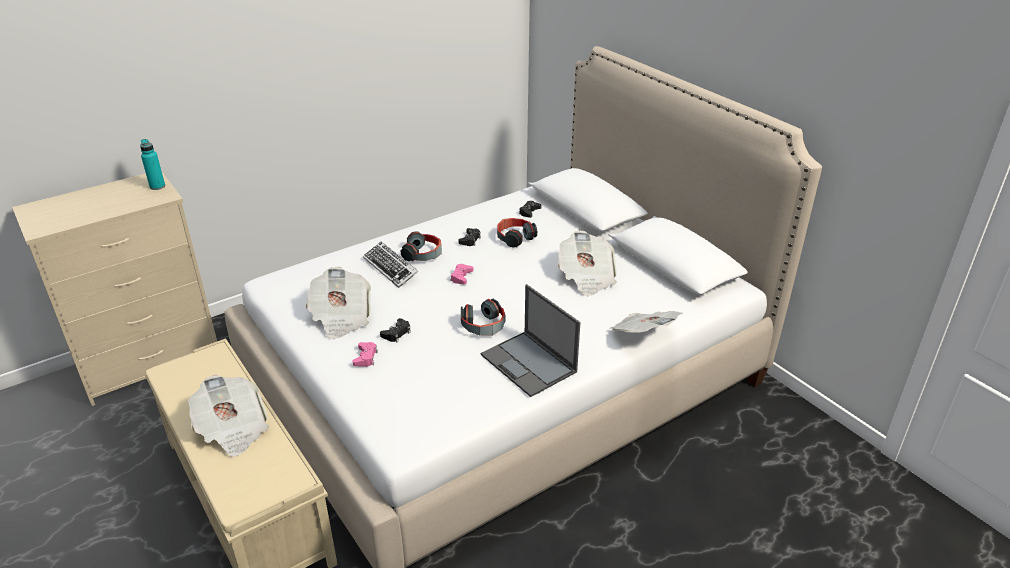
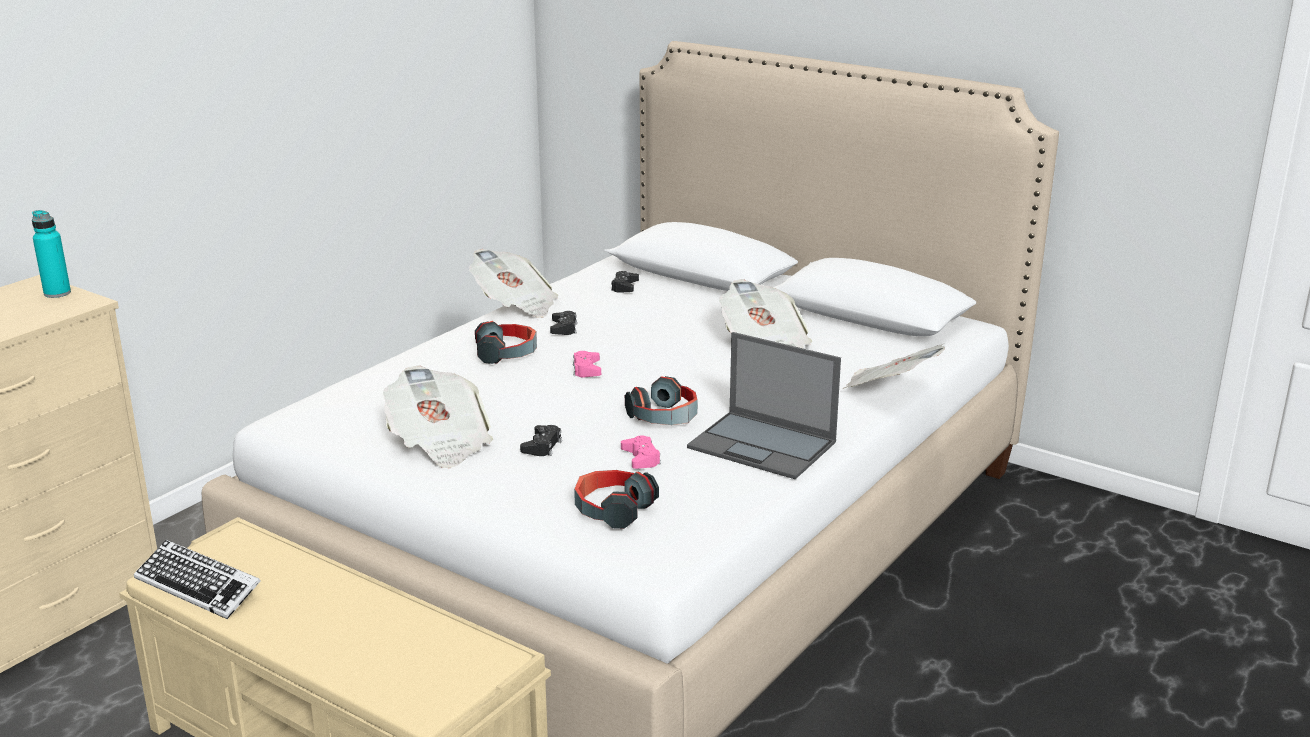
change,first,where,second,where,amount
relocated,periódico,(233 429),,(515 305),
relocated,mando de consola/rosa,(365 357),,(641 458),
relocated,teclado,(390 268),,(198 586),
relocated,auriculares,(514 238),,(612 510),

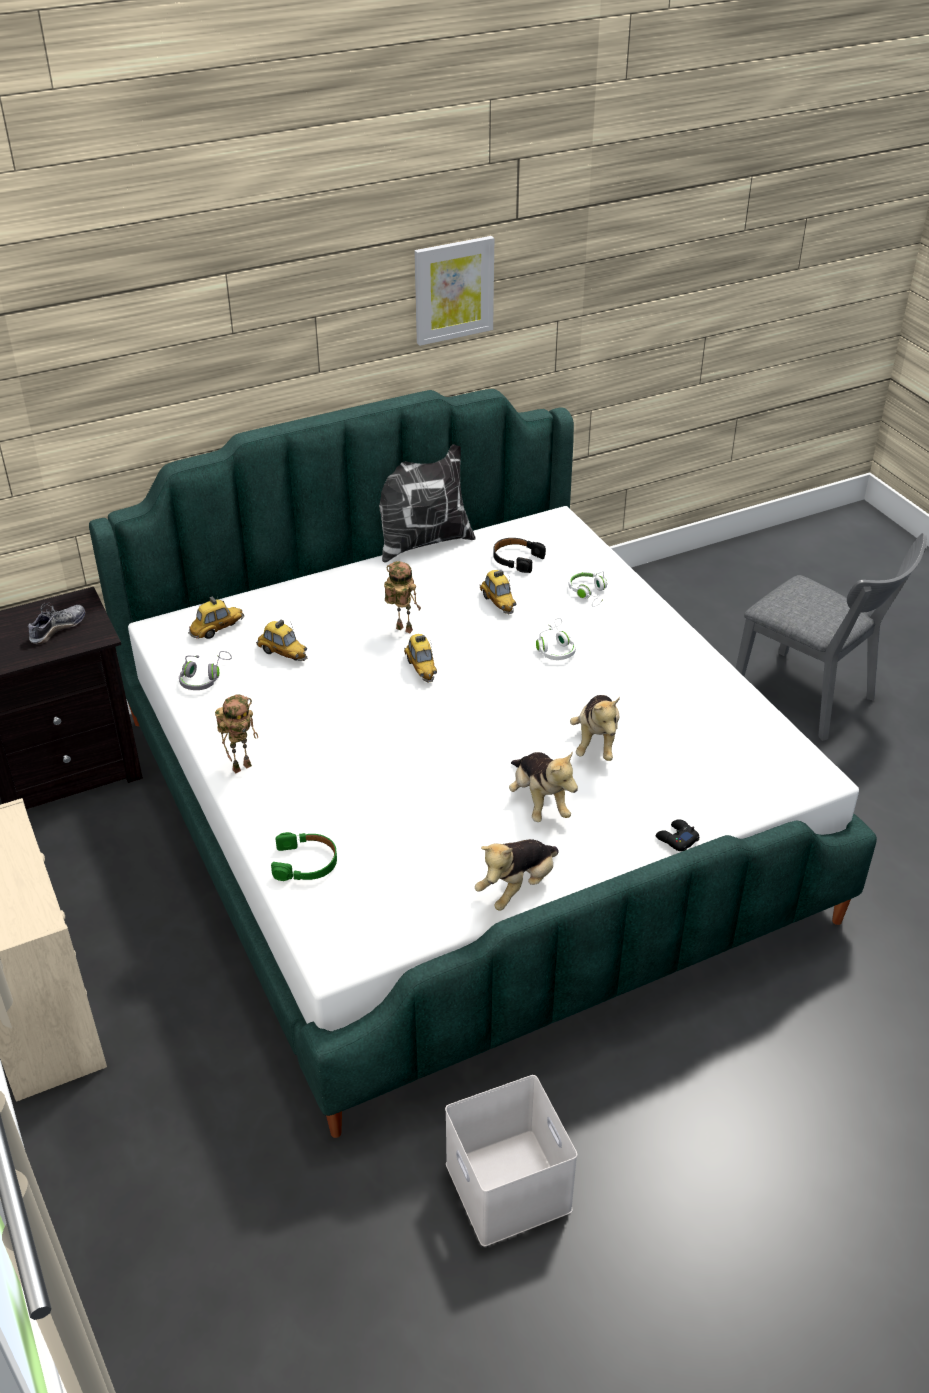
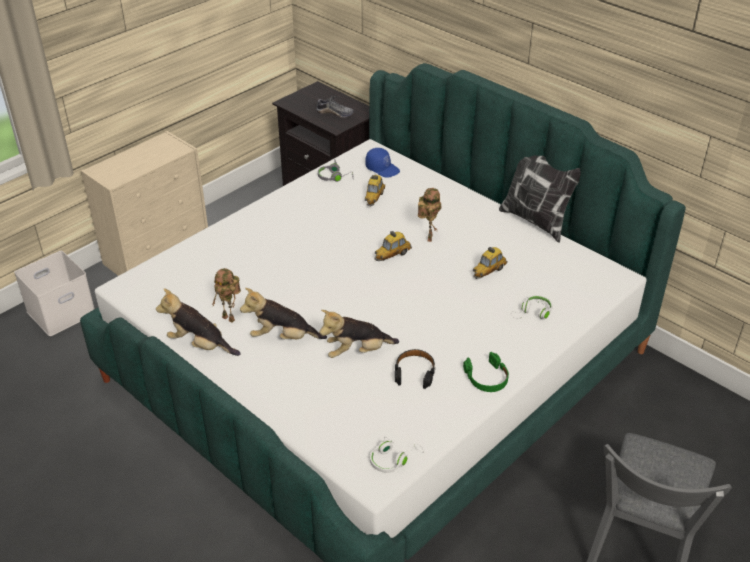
change,first,where,second,where,amount
missing,cuadro,(453 290),,,
missing,mando de consola/negro,(676 839),,,
relocated,robot de juguete,(242 766),,(230 318),
relocated,auriculares/verde,(305 863),,(487 378),
relocated,caja de almacenaje/blanco,(511 1187),,(60 313),
relocated,auriculares/negro,(516 559),,(414 372),
relocated,auriculares/blanco,(555 647),,(393 459),
exchanged,coche de juguete,(217 629),gorra/azul,(382 168),
spun,peluche,(539 801),,(283 337),45 degrees clockwise

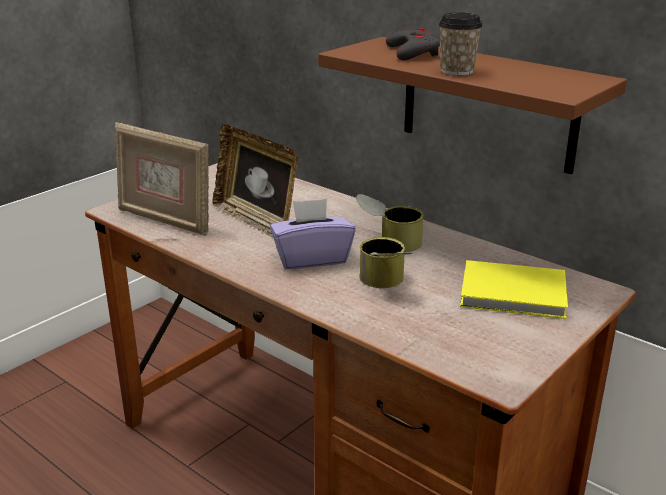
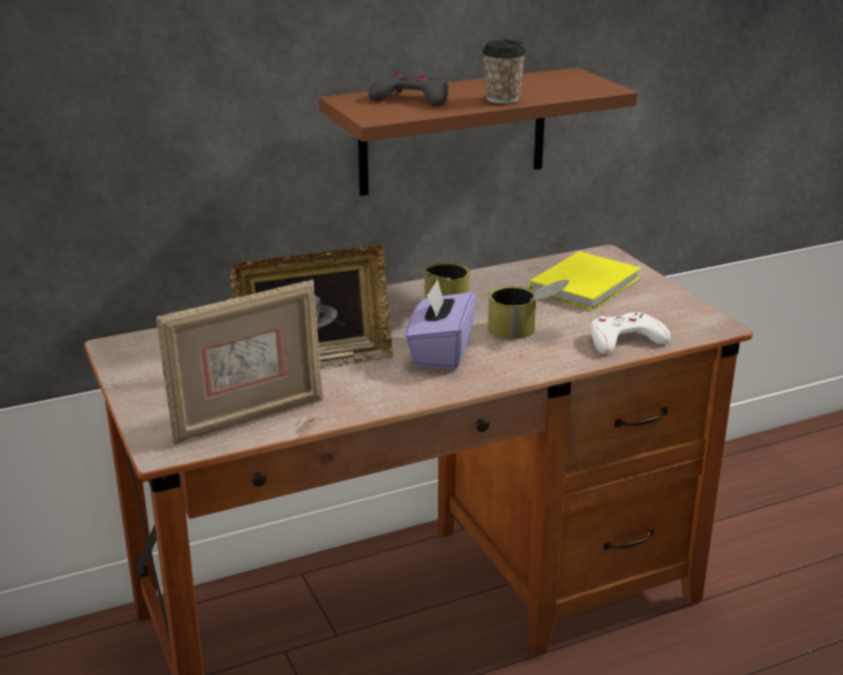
change,first,where,second,where,amount
appeared,,,mando de consola/blanco,(624 340),

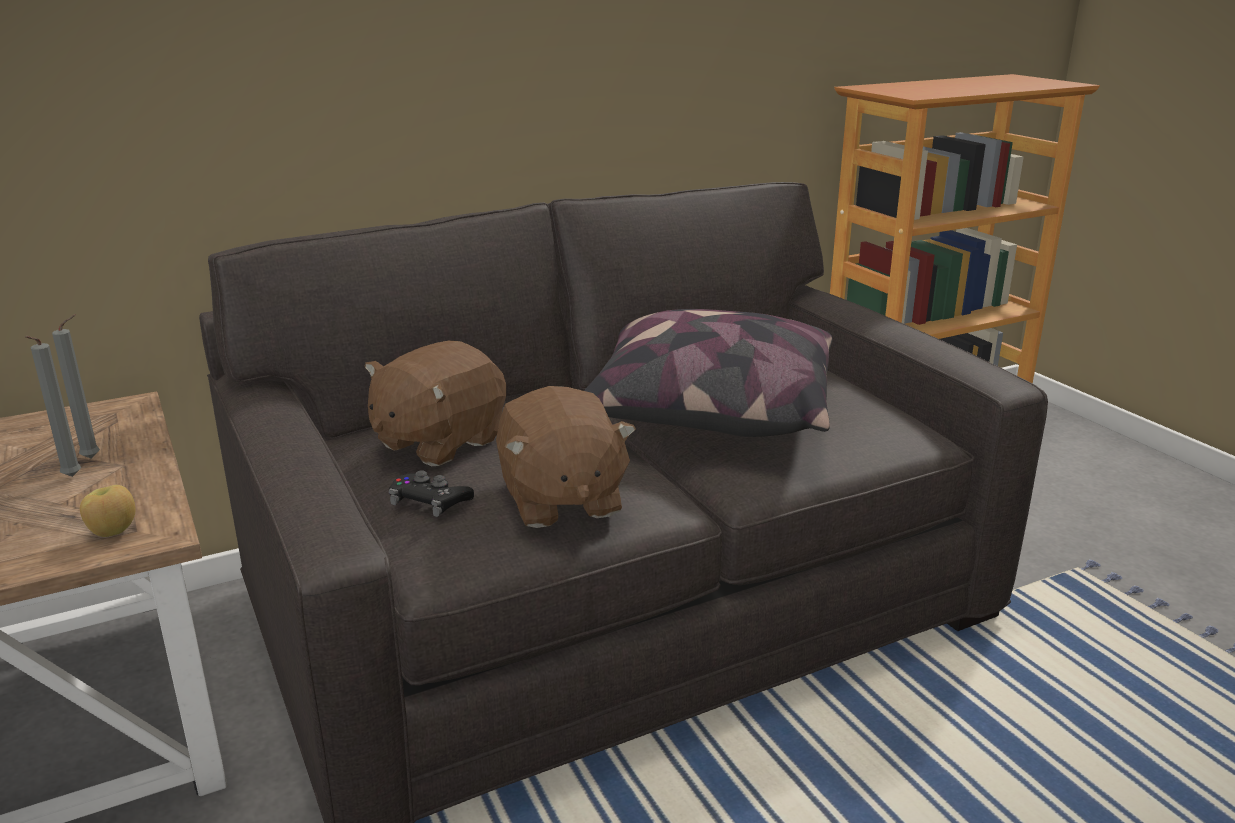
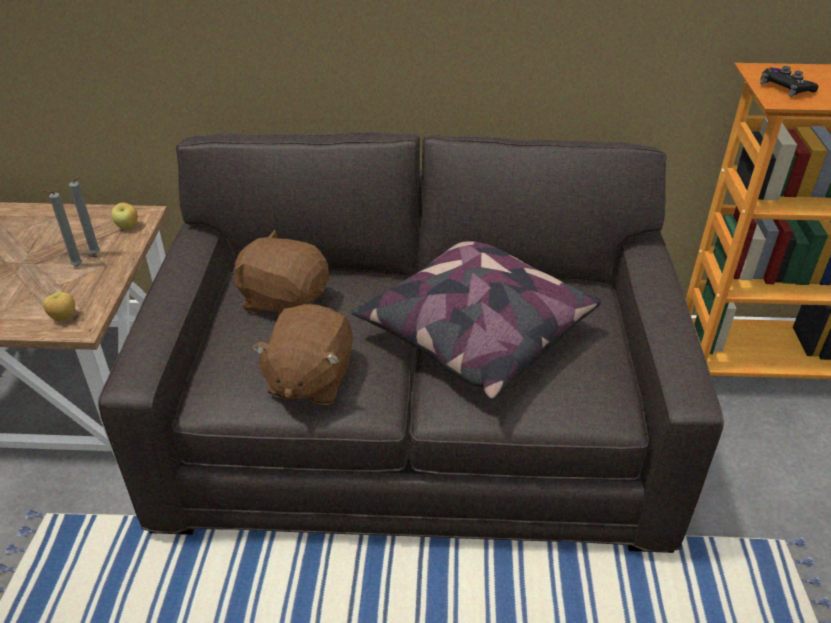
change,first,where,second,where,amount
appeared,,,manzana,(128 226),
relocated,mando de consola/negro,(430 501),,(785 88),
spun,peluche/marrón,(438 442),,(284 301),45 degrees clockwise

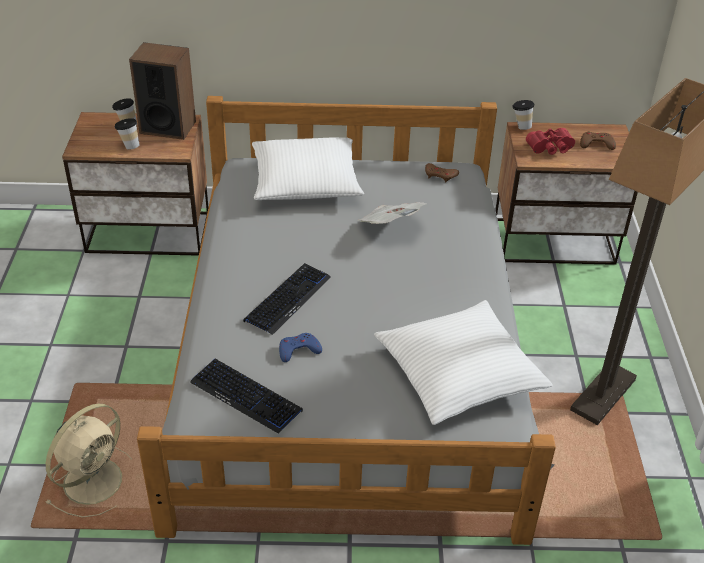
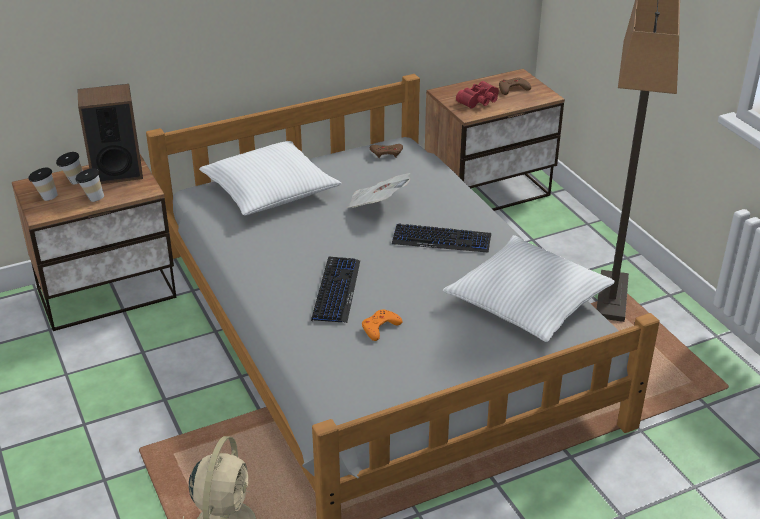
change,first,where,second,where,amount
relocated,teclado,(246 396),,(441 240),
relocated,taza,(520 126),,(45 197),
colour,mando de consola/azul,(298 350),mando de consola/naranja,(380 327),

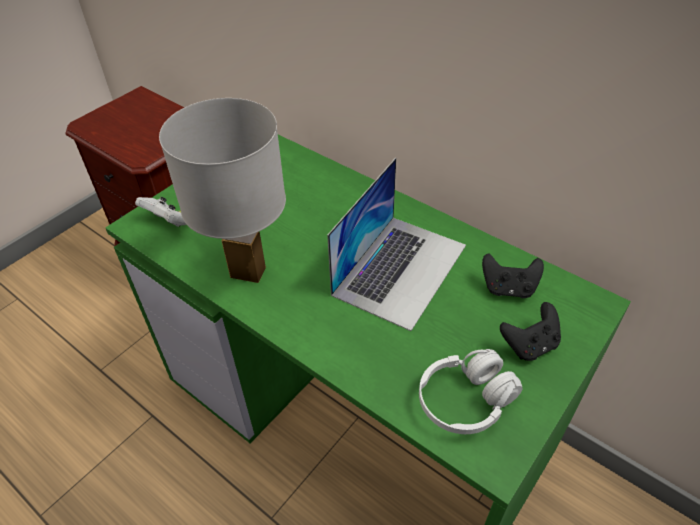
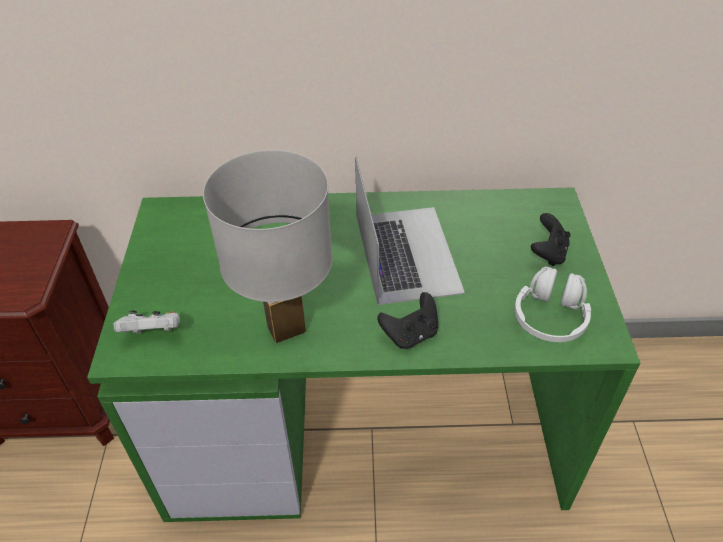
change,first,where,second,where,amount
relocated,mando de consola/negro,(508 288),,(410 334),

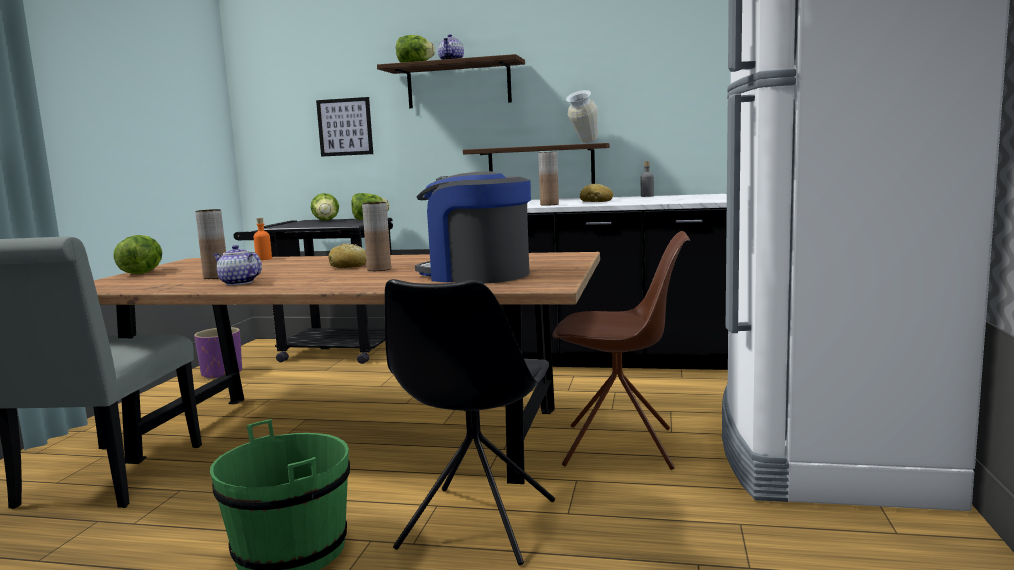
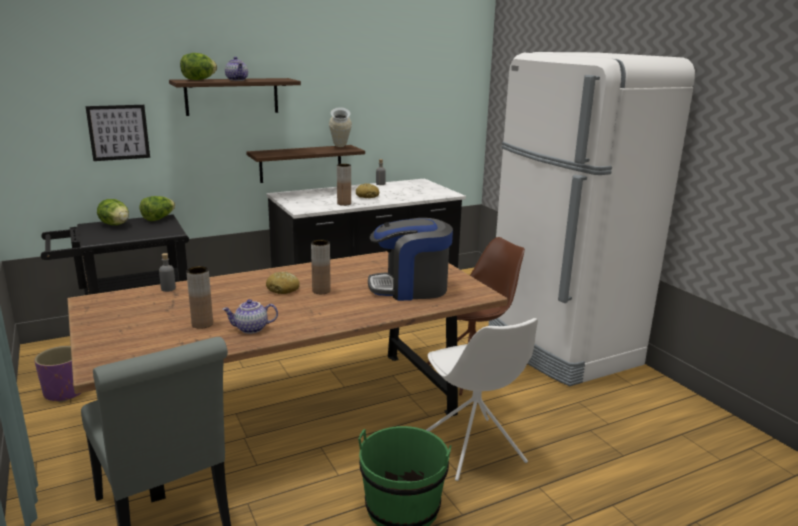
change,first,where,second,where,amount
missing,lechuga,(142 273),,,
colour,botella/naranja,(264 259),botella/gris,(168 289),
colour,silla/negro,(476 526),silla/blanco,(473 449),

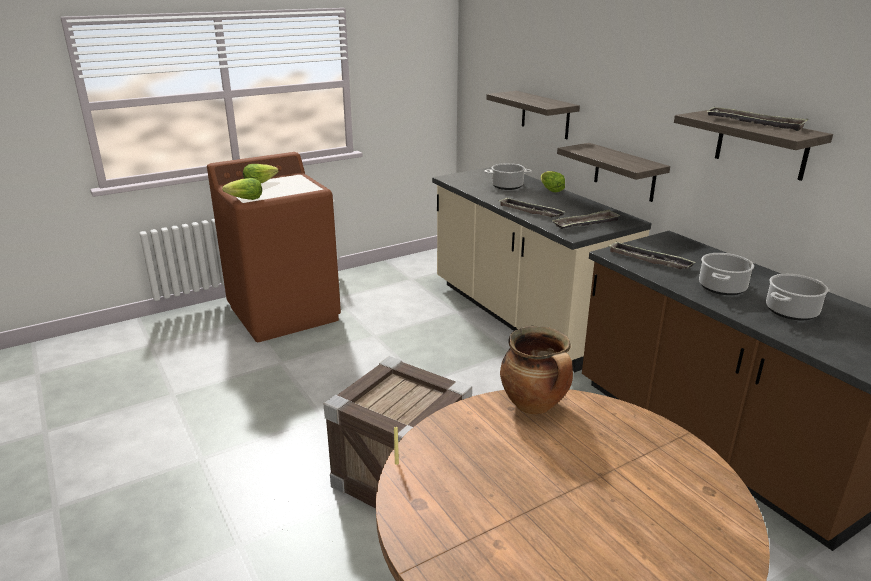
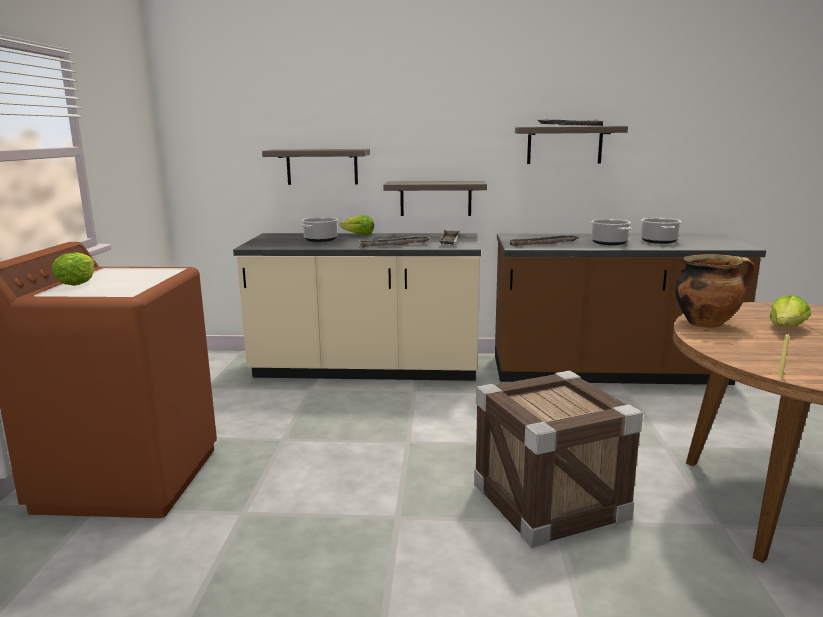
change,first,where,second,where,amount
relocated,lechuga,(245 199),,(786 328),

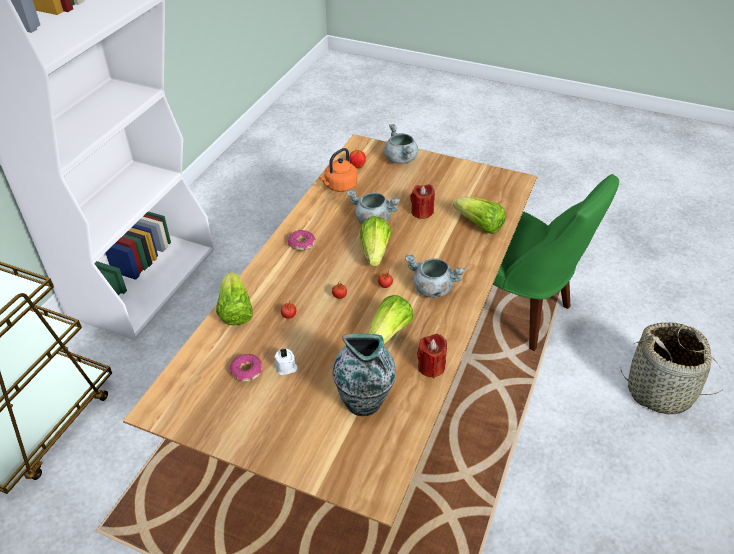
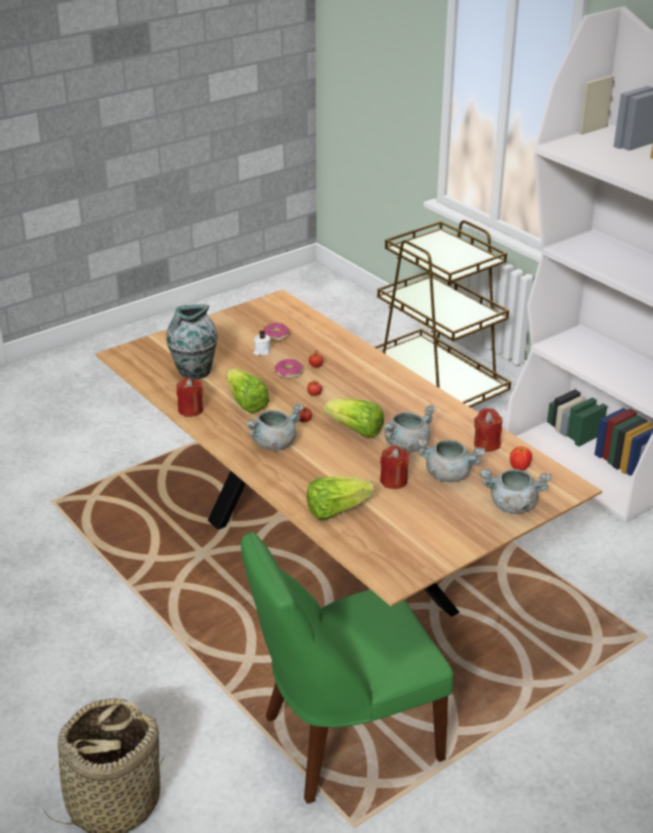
change,first,where,second,where,amount
missing,lechuga,(235 310),,,
appeared,,,olla/gris,(448 474),
relocated,rosquilla,(302 244),,(288 373),
exchanged,hervidor/naranja,(339 186),vela/rojo,(486 444),

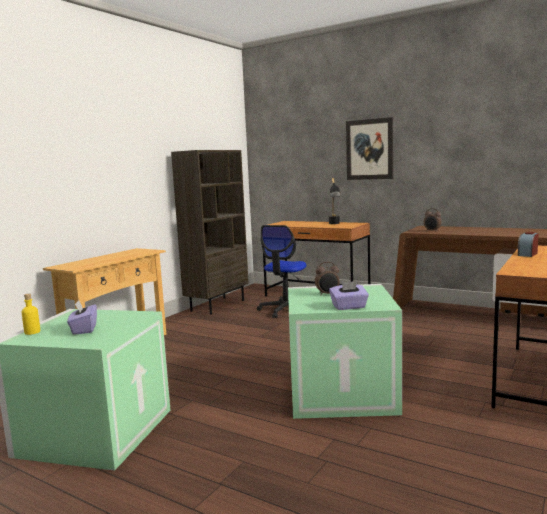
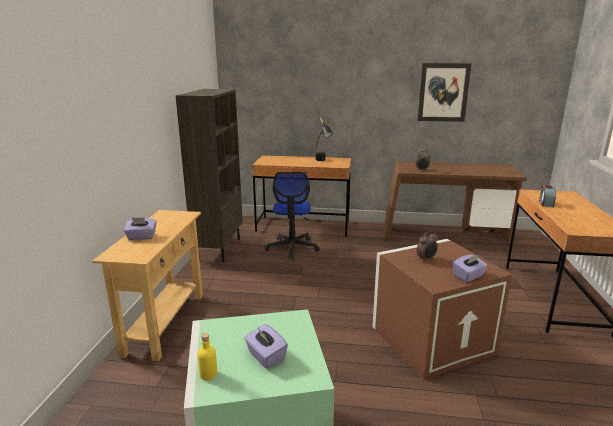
change,first,where,second,where,amount
appeared,,,caja de pañuelos/morado,(141 237),
relocated,cuadro,(369 149),,(443 92),
colour,caja de almacenaje/verde,(342 392),caja de almacenaje/marrón,(432 339),

